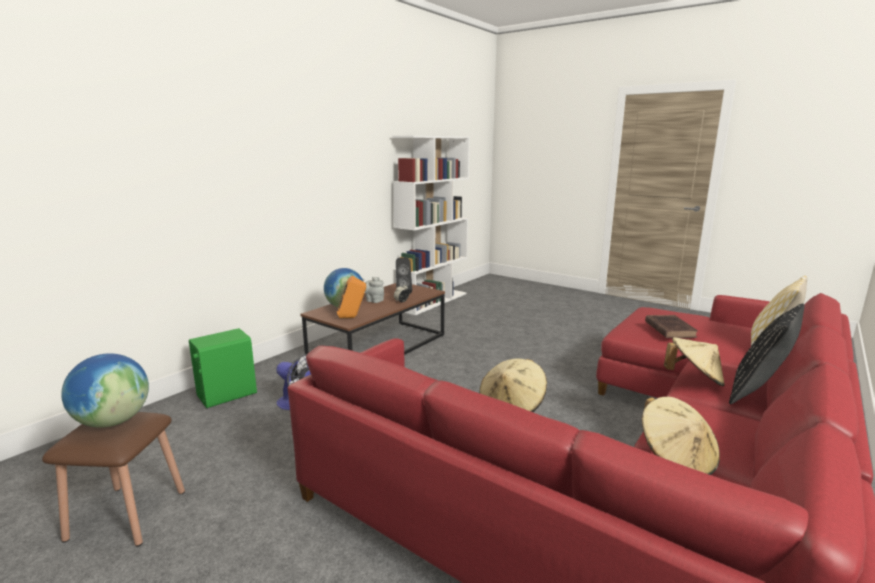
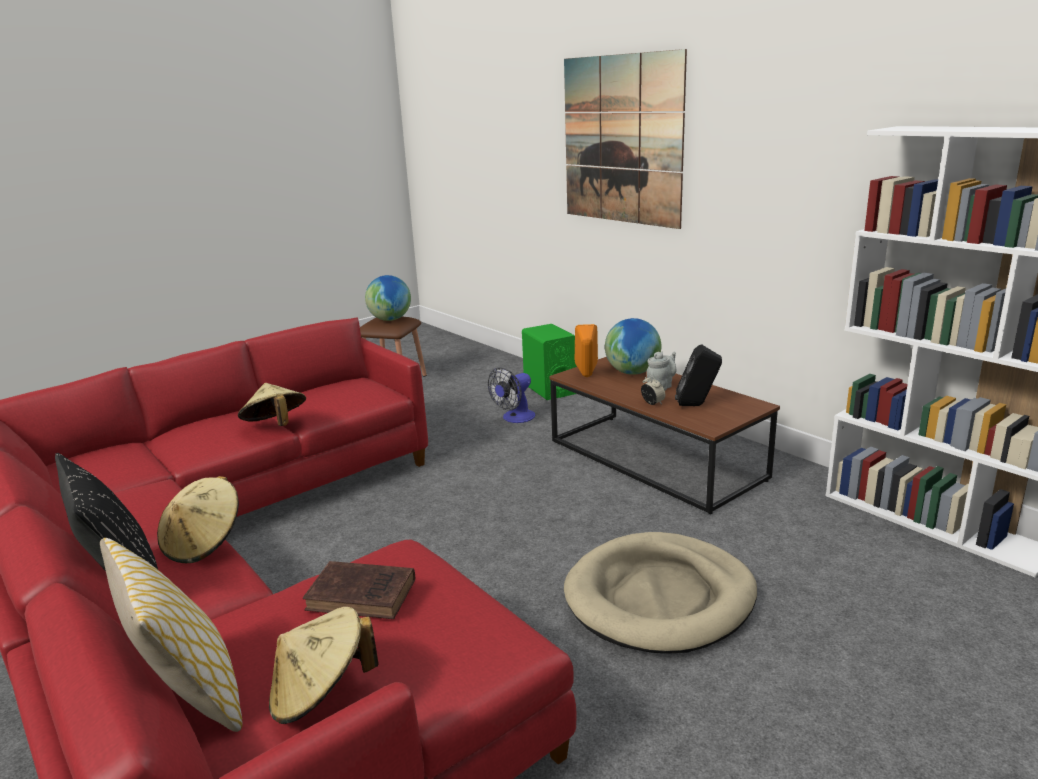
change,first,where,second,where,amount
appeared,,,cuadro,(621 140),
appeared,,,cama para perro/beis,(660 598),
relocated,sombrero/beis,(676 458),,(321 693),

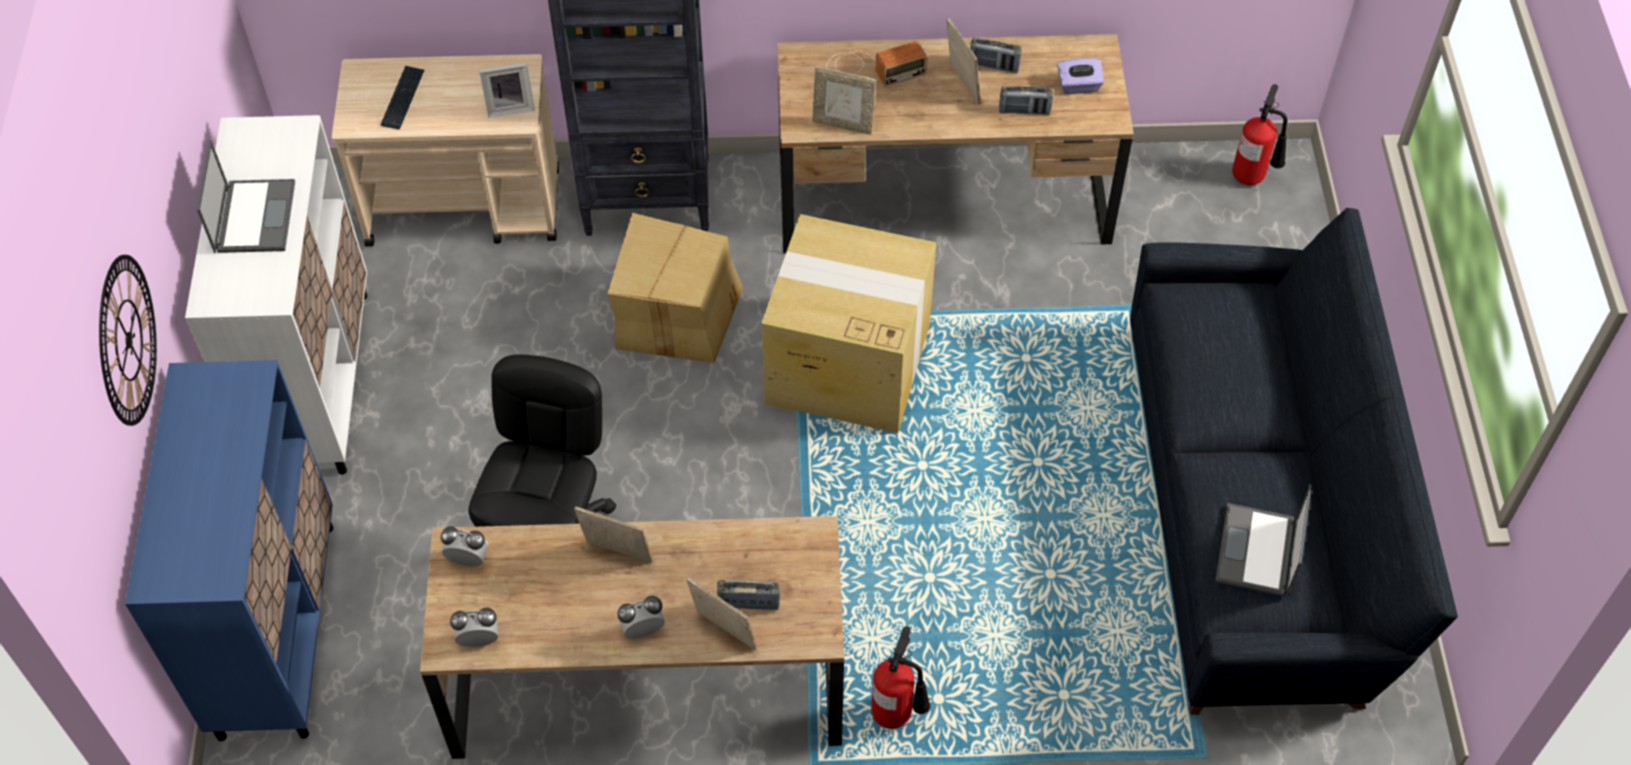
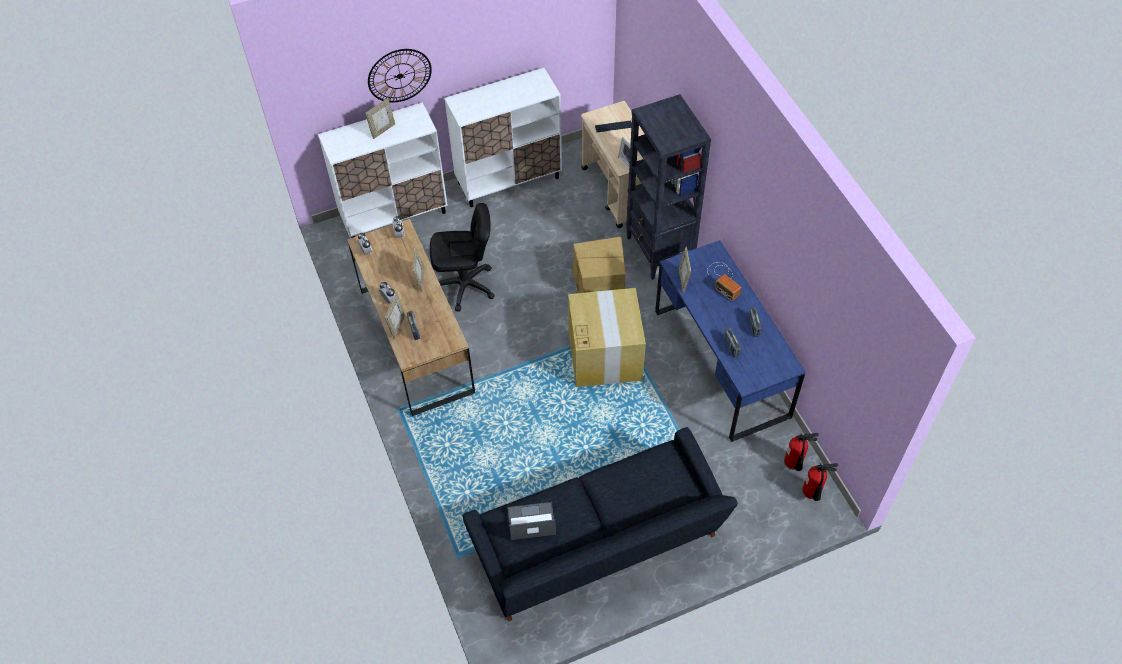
change,first,where,second,where,amount
missing,portátil,(254 216),,,
missing,caja de pañuelos/morado,(1078 86),,,
relocated,extintor,(898 713),,(794 465),
relocated,portarretratos,(961 85),,(383 130),
colour,armario/azul,(277 628),armario/blanco,(394 215),
colour,escritorio/marrón,(943 199),escritorio/azul,(721 363),

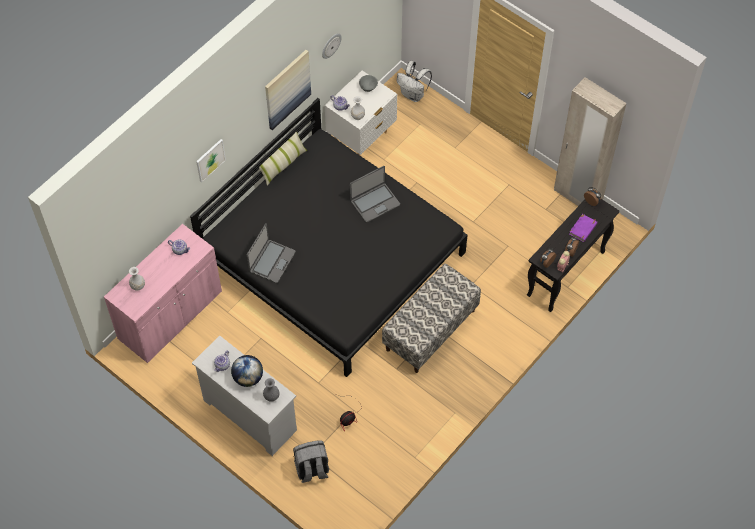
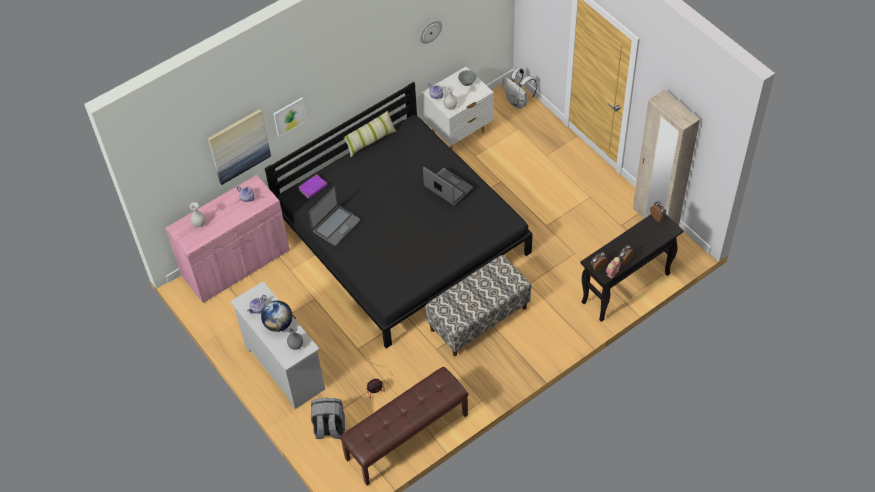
change,first,where,second,where,amount
appeared,,,banco/marrón,(407 437),
relocated,cuadro,(287 89),,(239 146),
relocated,libro/morado,(583 229),,(313 188),
spun,portátil,(375 202),,(448 188),120 degrees counterclockwise

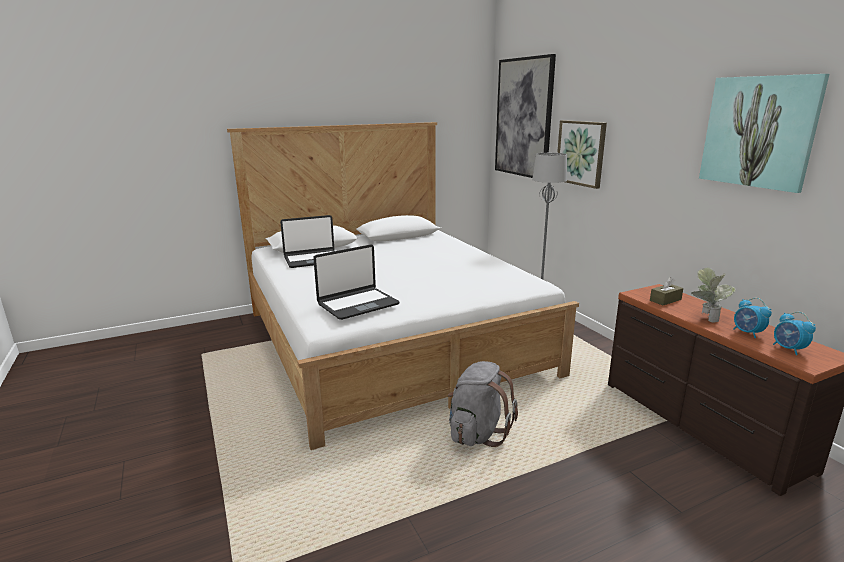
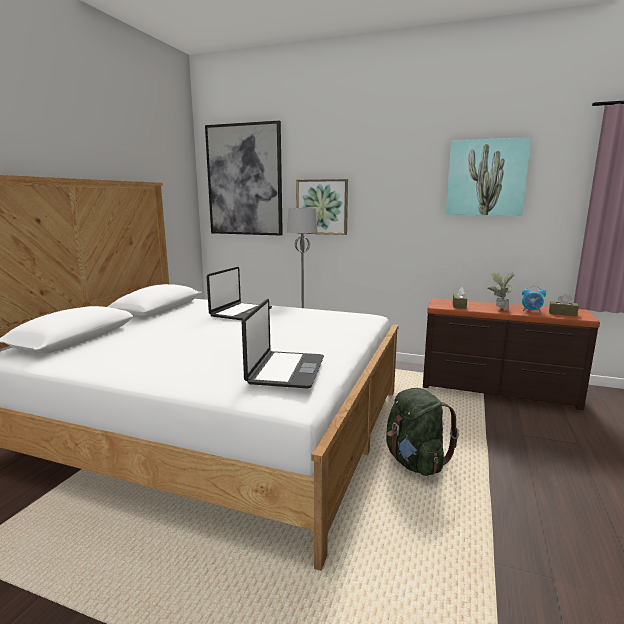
change,first,where,second,where,amount
relocated,portátil,(312 259),,(240 312),
exchanged,despertador,(788 349),caja de pañuelos/marrón,(562 313),
colour,mochila/gris,(477 433),mochila/verde,(415 462),

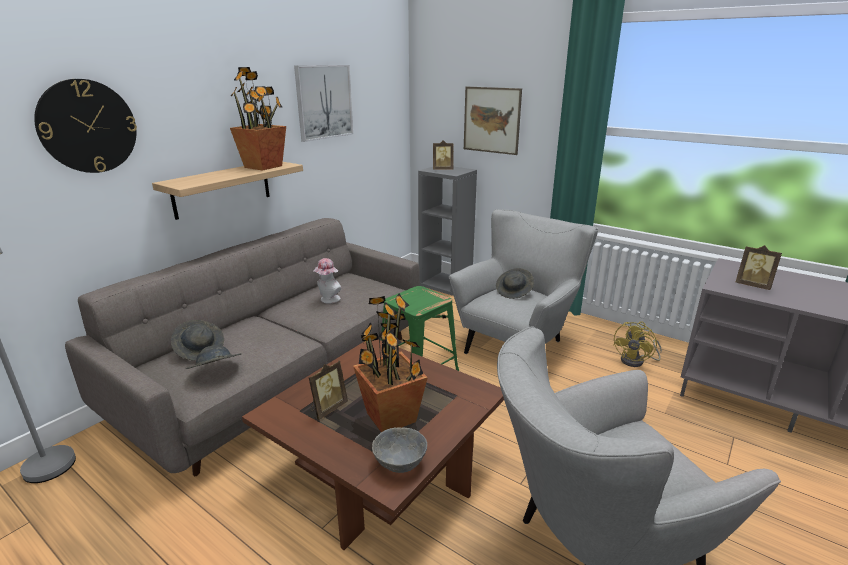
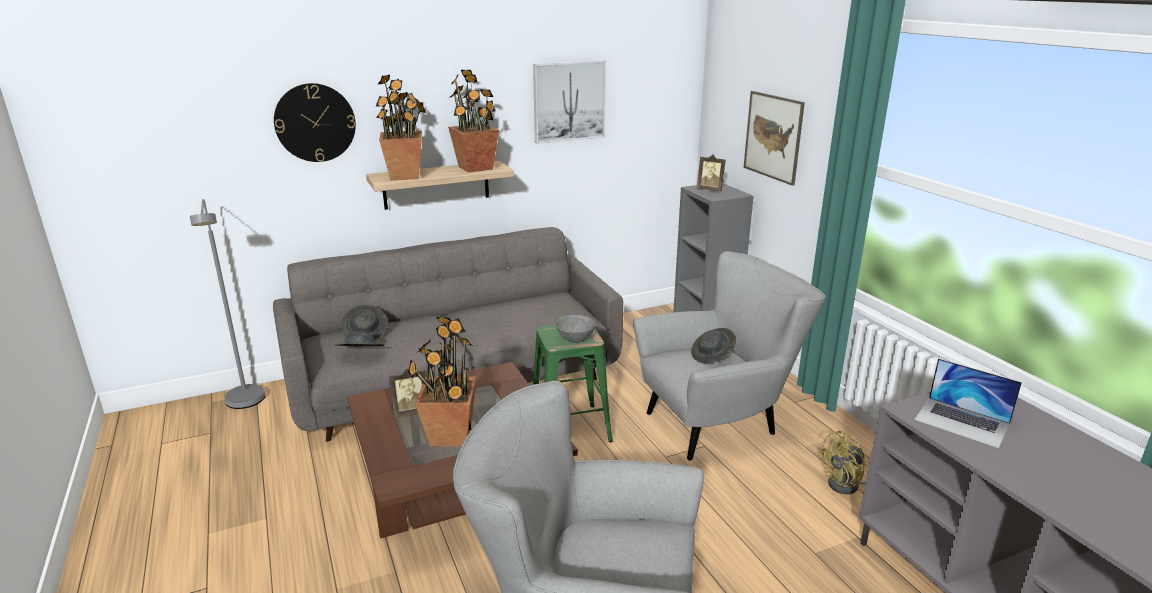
change,first,where,second,where,amount
missing,sombrero,(328 300),,,
appeared,,,planta en maceta,(405 176),
relocated,cuenco/gris,(400 463),,(575 339),
exchanged,portarretratos,(753 285),portátil,(962 422),

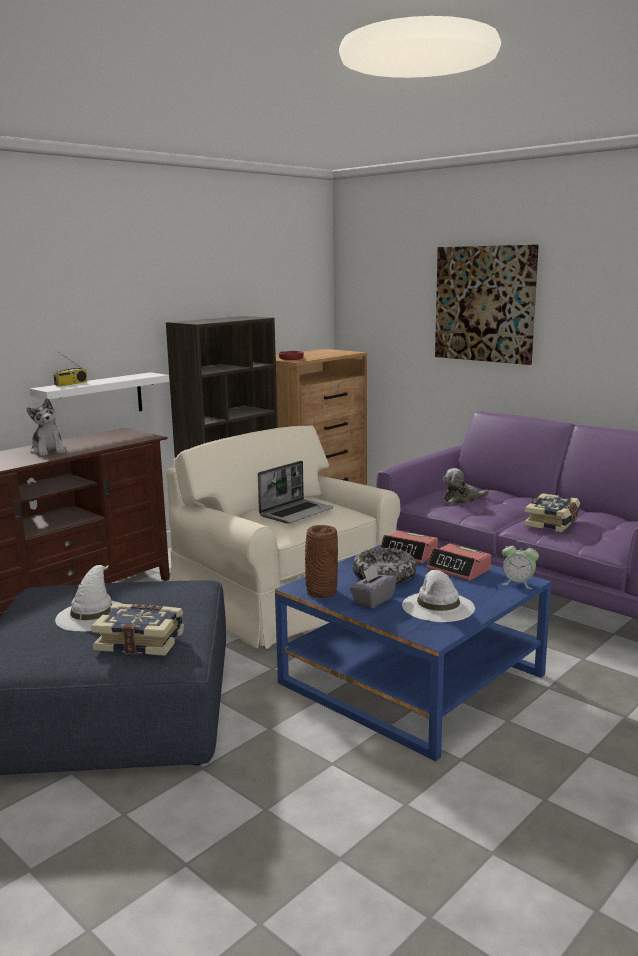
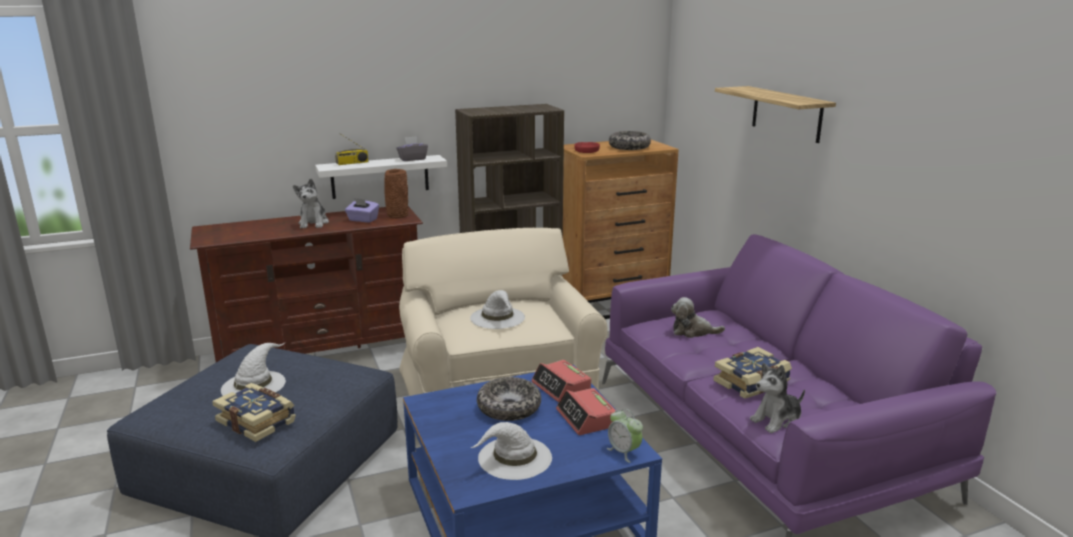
change,first,where,second,where,amount
appeared,,,caja de pañuelos/morado,(362 220),
appeared,,,cuenco,(629 147),
appeared,,,peluche,(777 421),
relocated,florero/marrón,(321 592),,(397 215),
relocated,caja de pañuelos/gris,(373 600),,(412 159),
exchanged,portátil,(296 512),sombrero/blanco,(498 318),
exchanged,cuadro,(484 304),estante,(786 114),

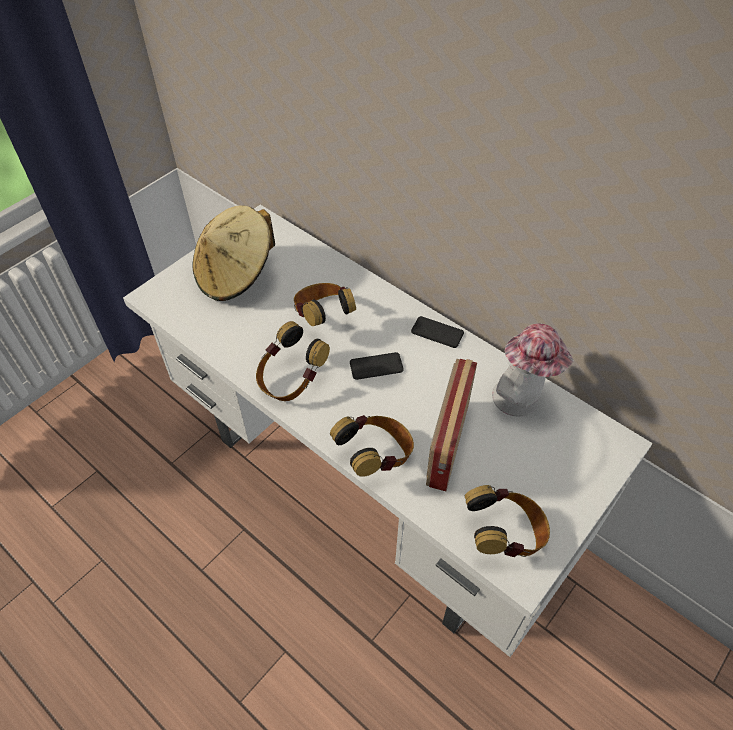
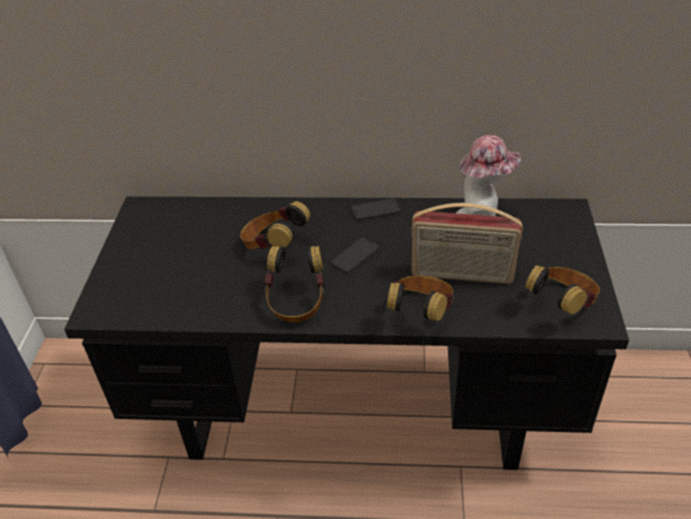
change,first,where,second,where,amount
missing,sombrero/beis,(236 275),,,
colour,escritorio/blanco,(368 487),escritorio/negro,(355 411),
spun,radio,(446 444),,(462 275),60 degrees counterclockwise

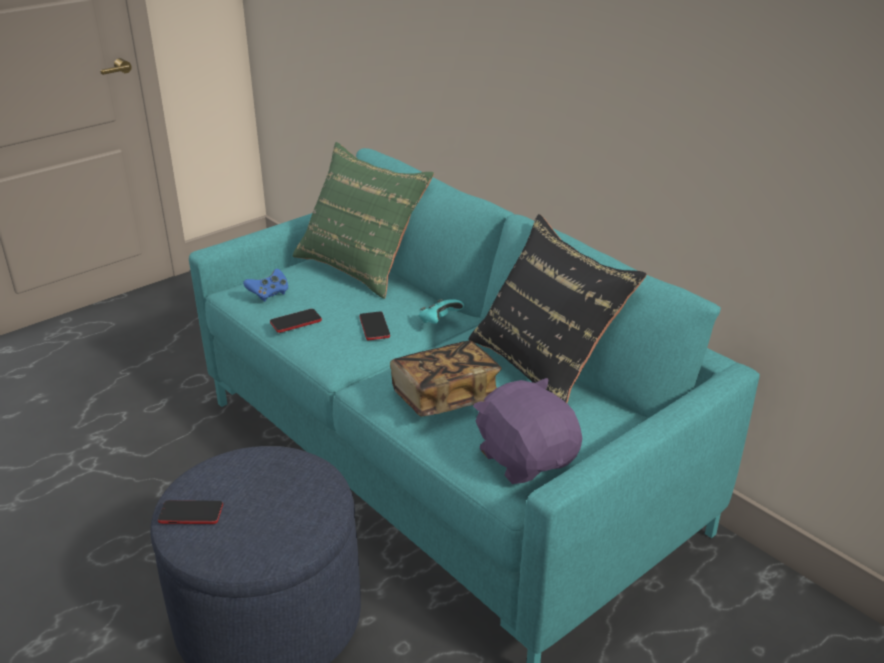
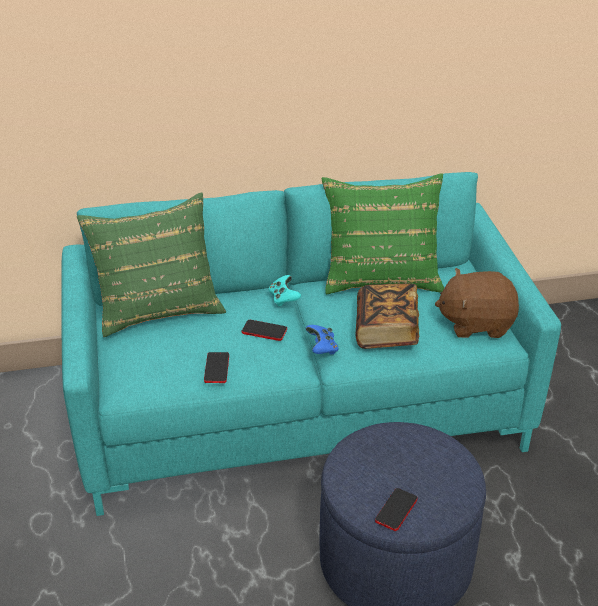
change,first,where,second,where,amount
relocated,mando de consola/azul,(269 294),,(322 348),
colour,cojín/negro,(545 364),cojín/verde,(381 276),
colour,peluche/morado,(526 458),peluche/marrón,(476 323),

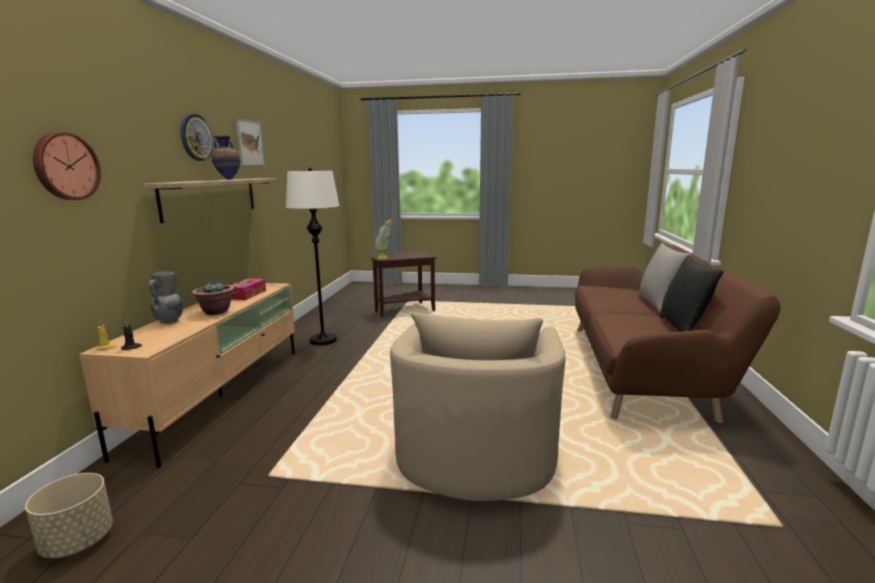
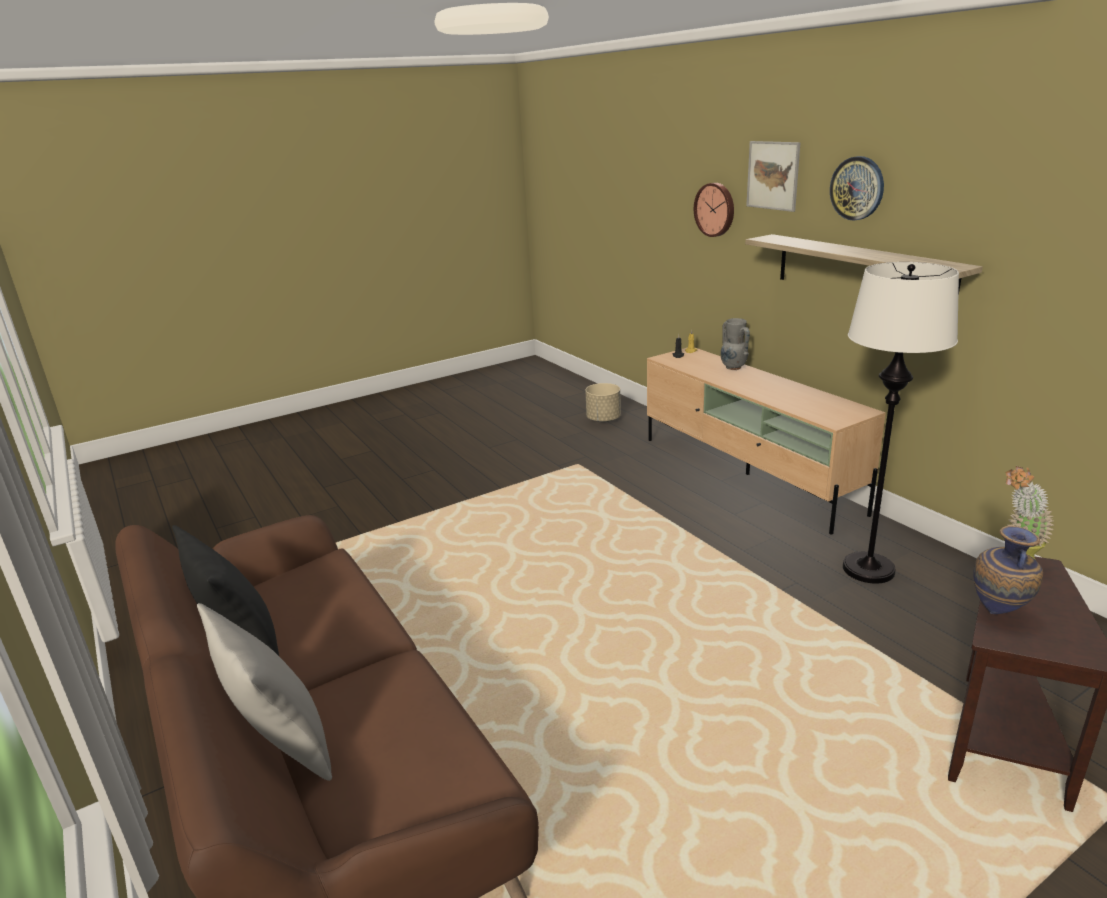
change,first,where,second,where,amount
missing,planta en maceta,(216 312),,,
missing,caja de pañuelos,(247 294),,,
missing,sillón/beis,(476 448),,,
relocated,florero,(228 179),,(999 613),
relocated,cuadro,(249 143),,(773 175),

